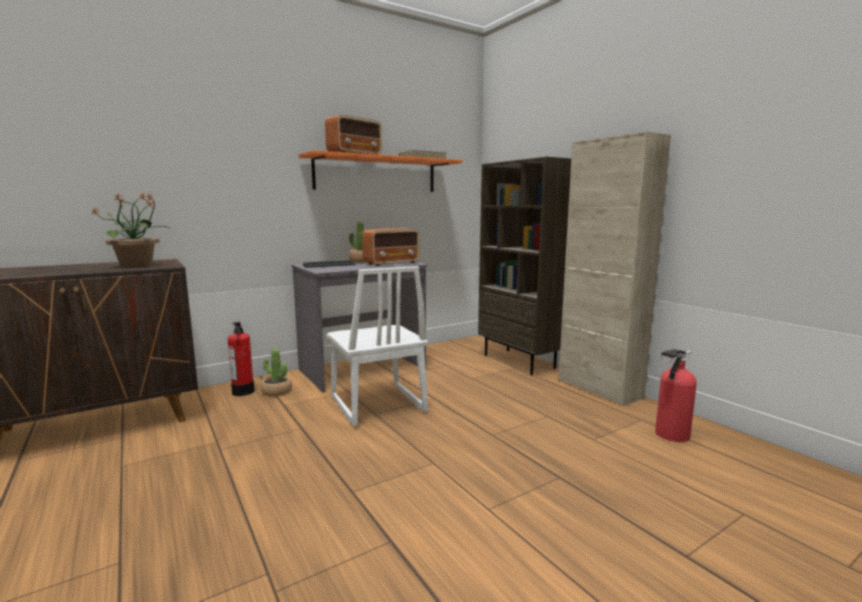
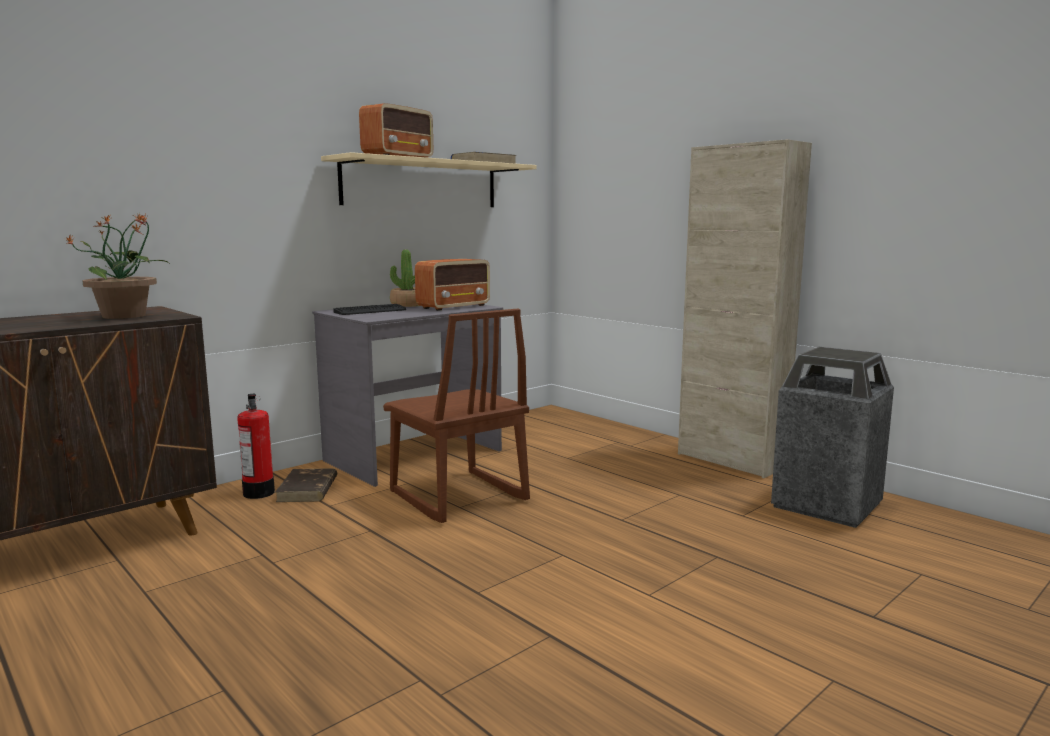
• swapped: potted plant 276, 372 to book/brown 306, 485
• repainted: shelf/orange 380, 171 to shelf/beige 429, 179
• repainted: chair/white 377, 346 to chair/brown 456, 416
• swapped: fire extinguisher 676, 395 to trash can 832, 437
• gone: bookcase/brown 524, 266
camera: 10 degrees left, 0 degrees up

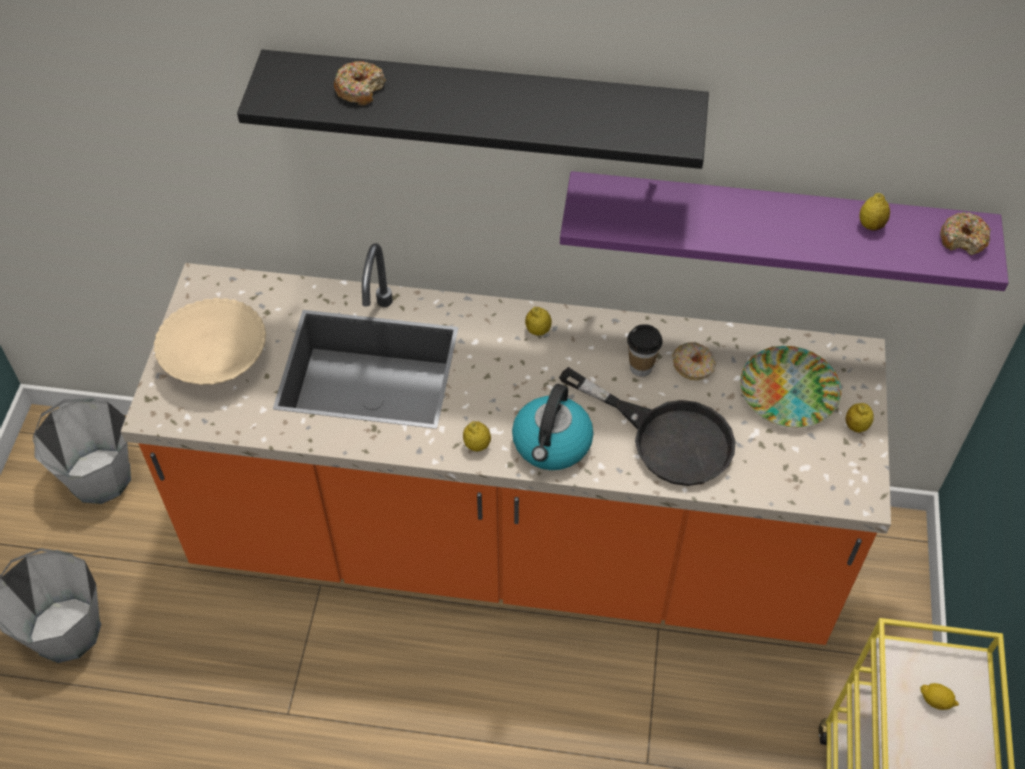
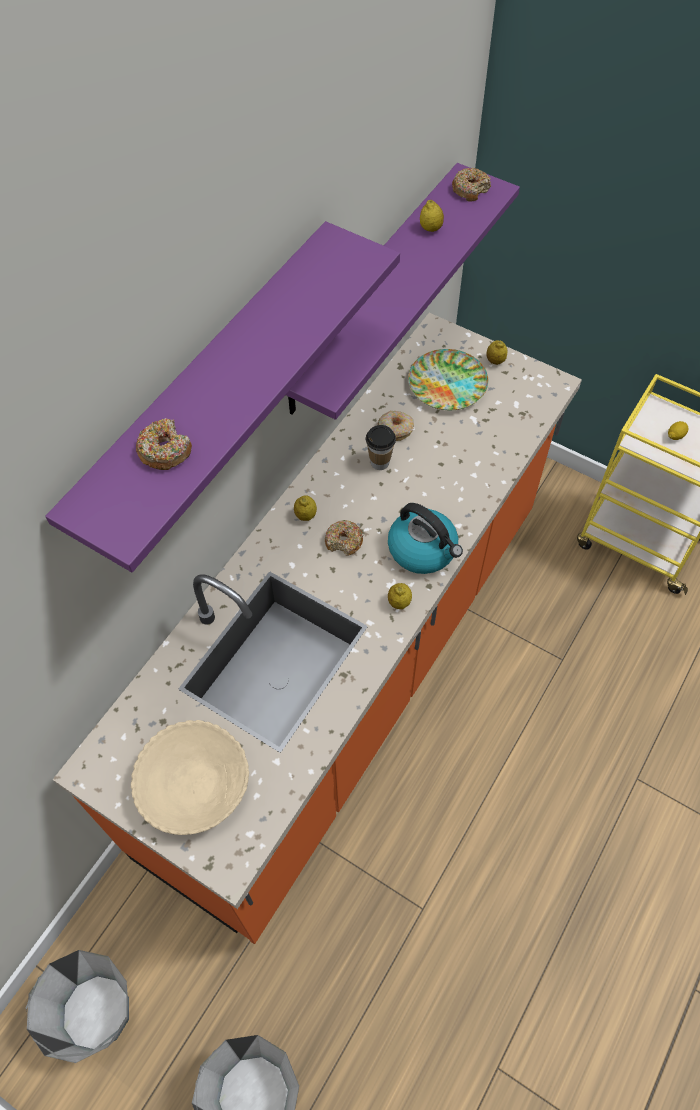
• repainted: shelf/black 473, 109 to shelf/purple 222, 396
• new: donut 344, 538
• gone: frying pan/black 647, 426
camera: 65 degrees left, 5 degrees up

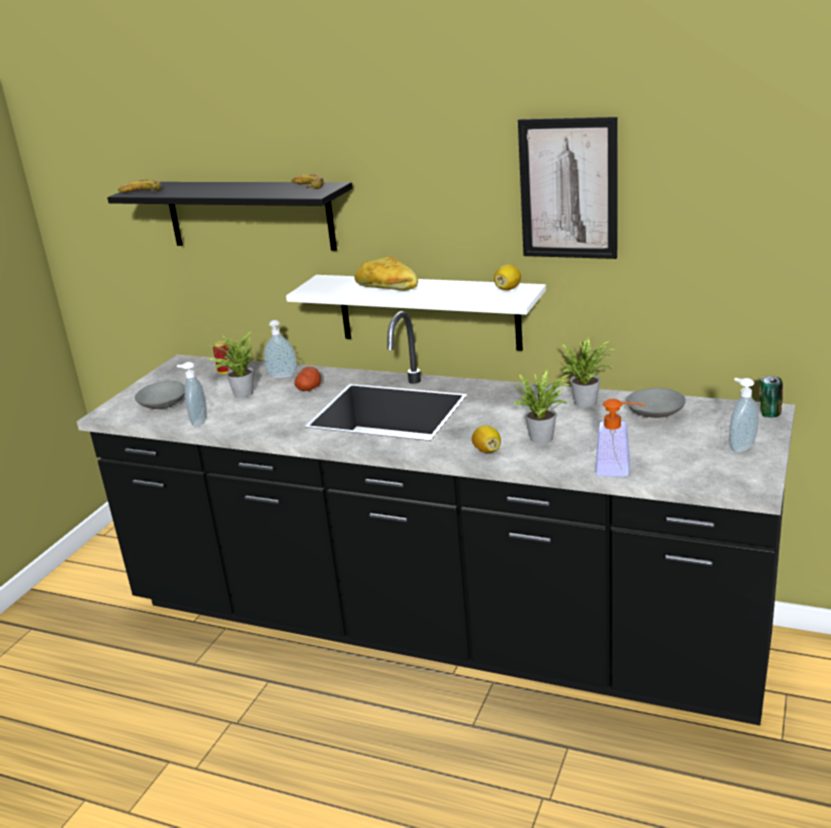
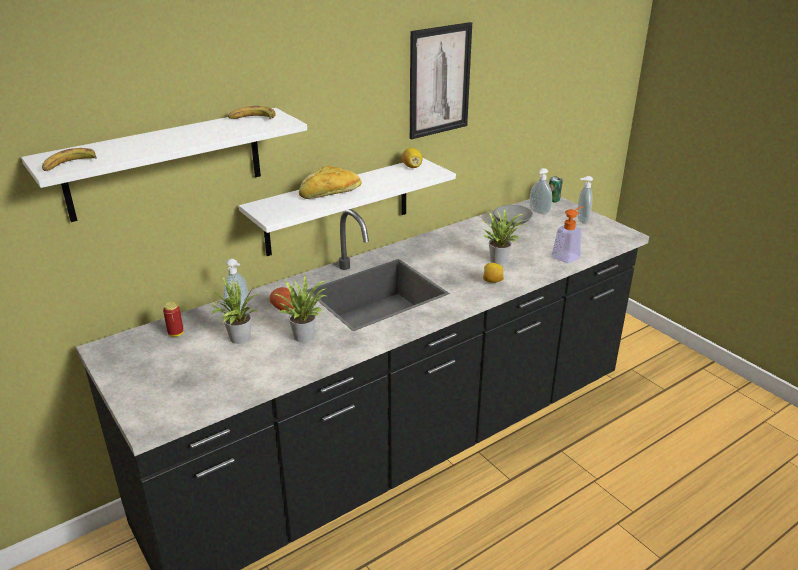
• repainted: shelf/black 229, 216 to shelf/white 164, 165
• shifted: potted plant 588, 373 to 300, 308
• shifted: soap dispenser 192, 394 to 540, 191
• gone: bowl/grey 160, 395
camera: 60 degrees left, 5 degrees up

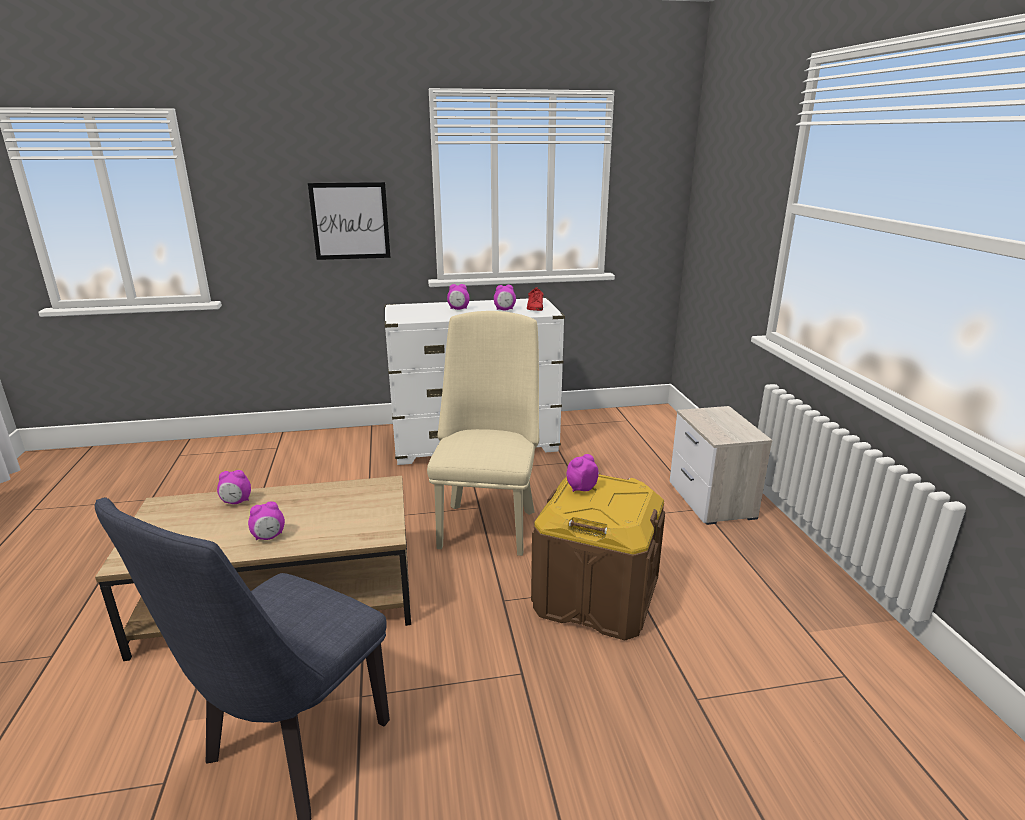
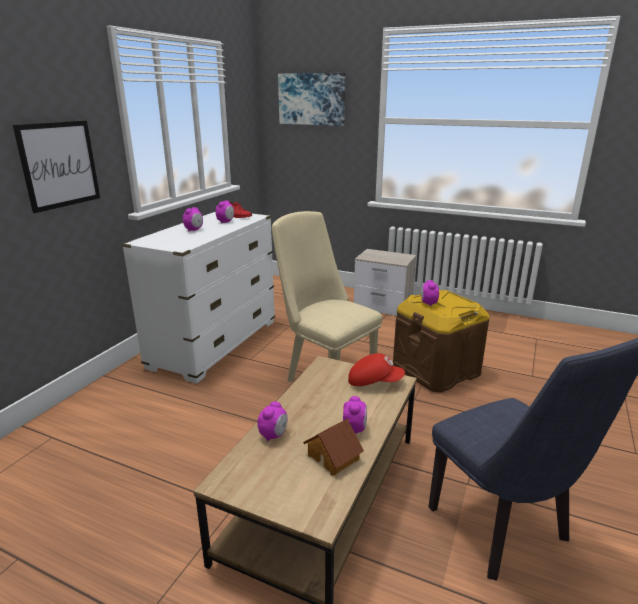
• new: picture 311, 99
• new: toy house 333, 447
• new: cap/red 376, 369
camera: 55 degrees left, 0 degrees up

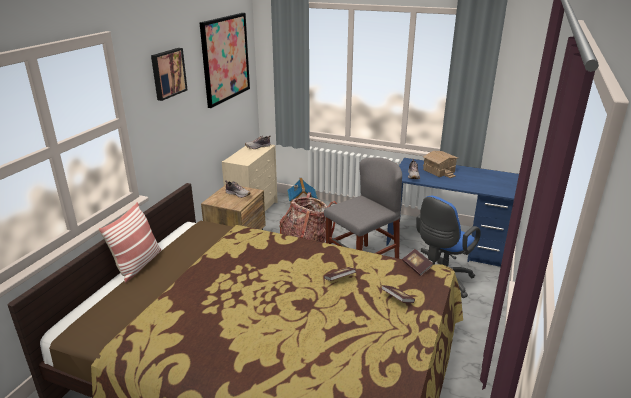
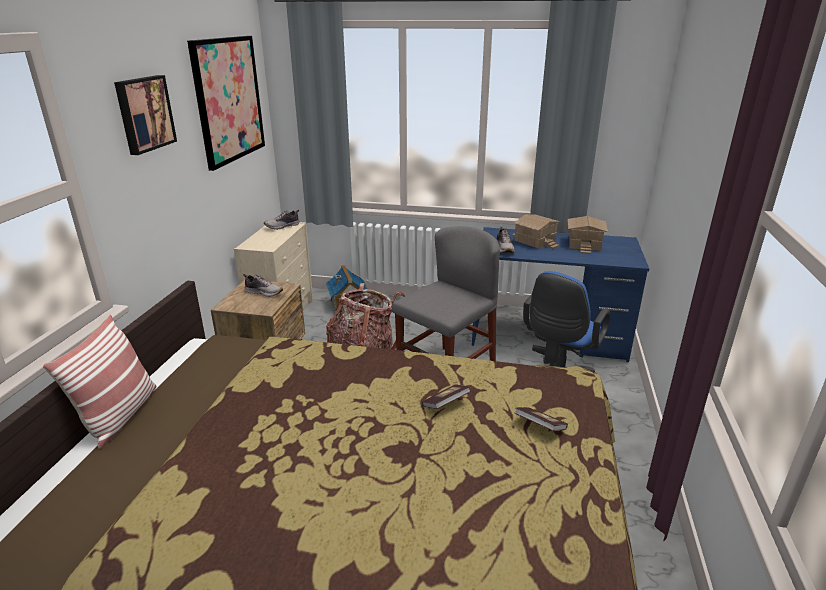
• new: toy house 588, 235
• gone: book 417, 262
camera: 10 degrees left, 0 degrees up

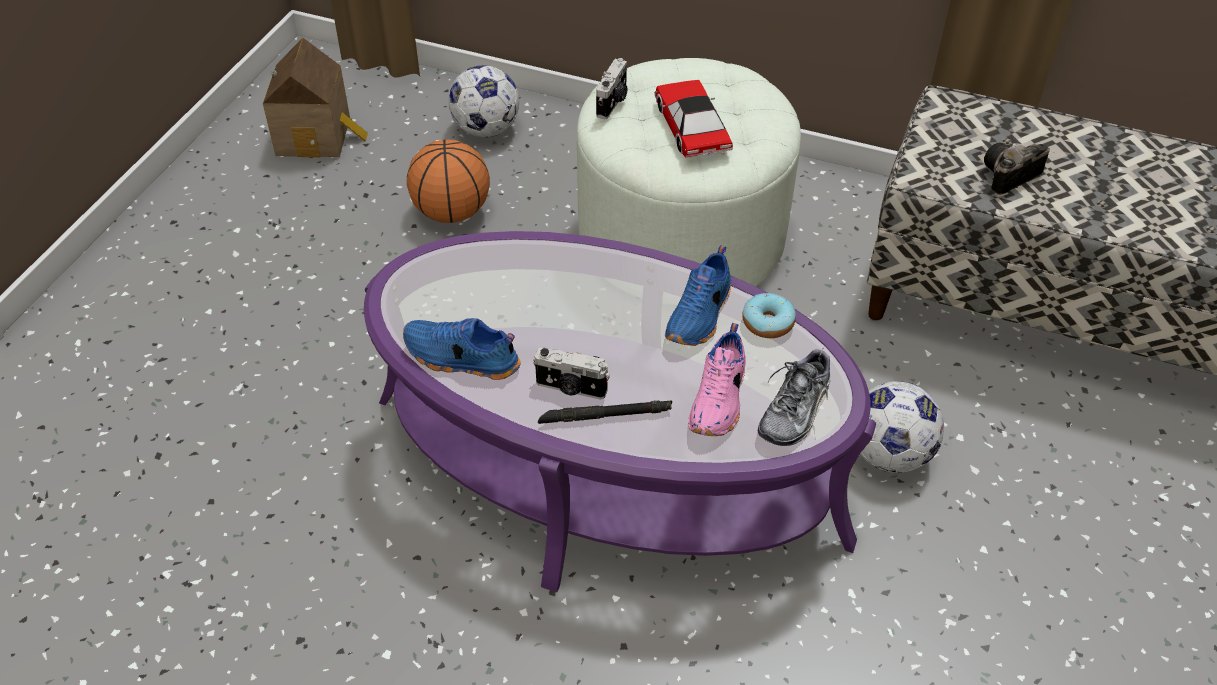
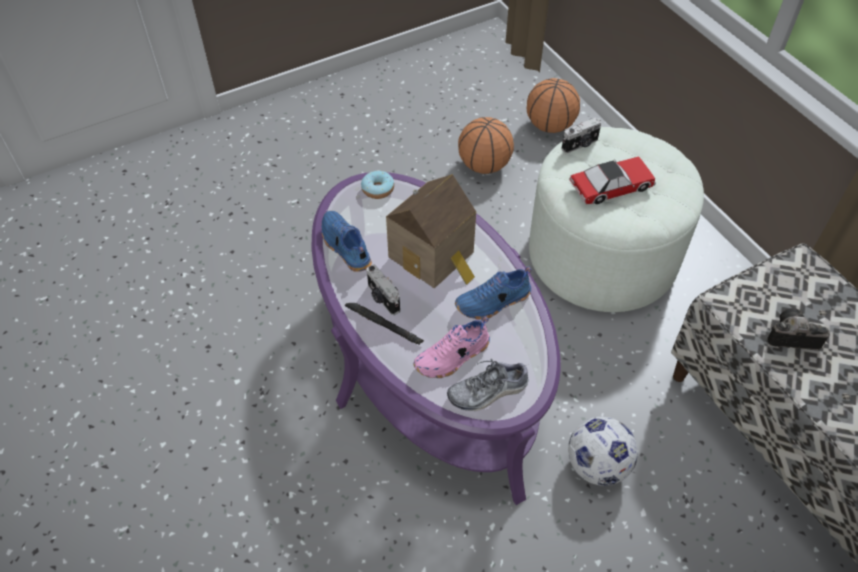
• shifted: donut 769, 315 to 377, 185
• shifted: toy house 315, 97 to 431, 231
• swapped: football 483, 101 to basketball 553, 105
• rotated: toy car 693, 119 = 612, 180 45 degrees clockwise
camera: 40 degrees right, 5 degrees up

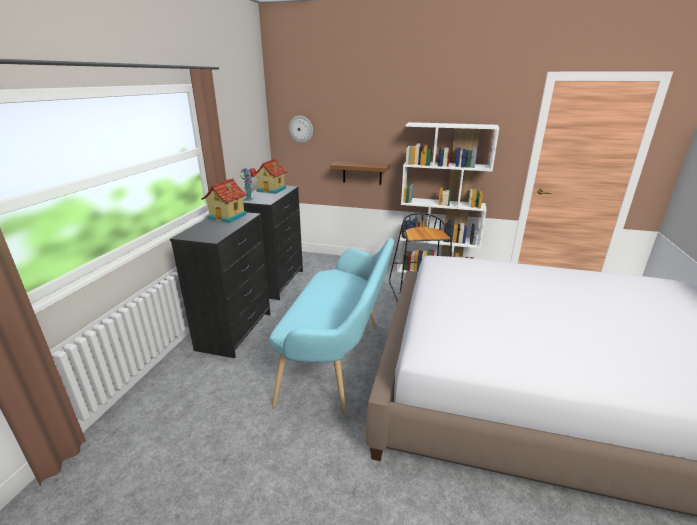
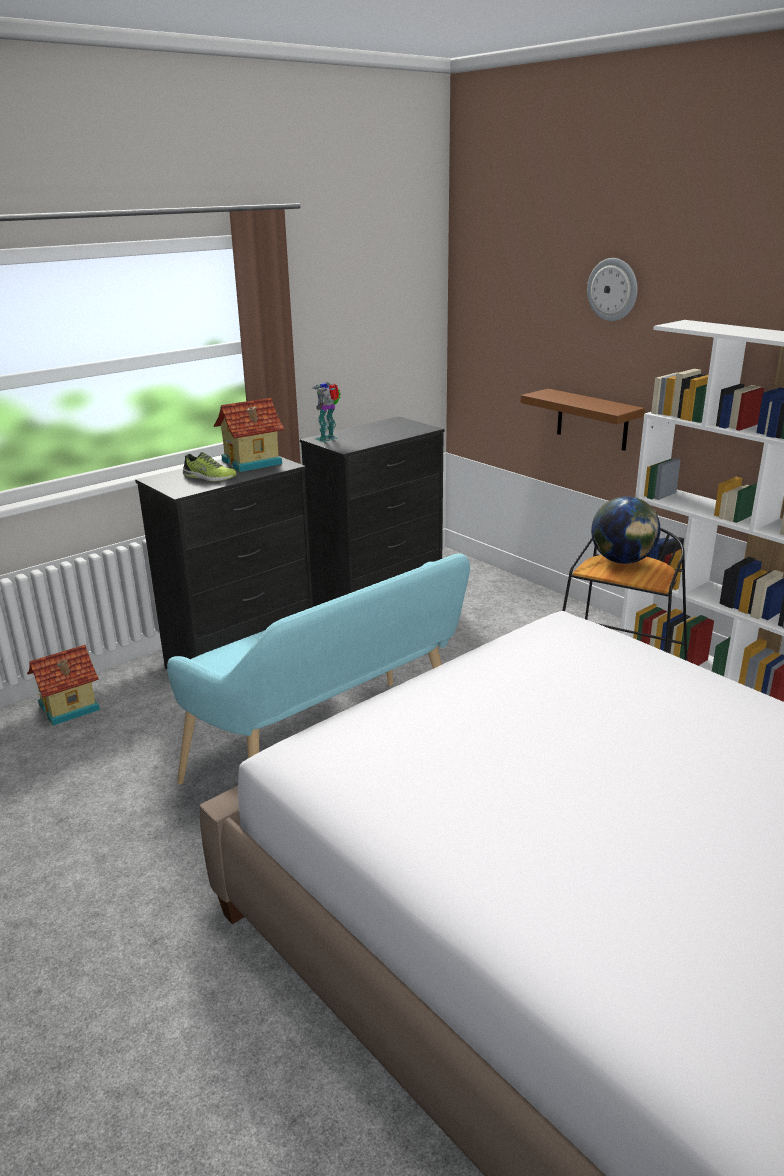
• shifted: toy house 272, 176 to 63, 685
• new: shoe 210, 467
• shifted: wall clock 300, 129 to 612, 289
• new: globe 625, 530
camera: 35 degrees right, 0 degrees up

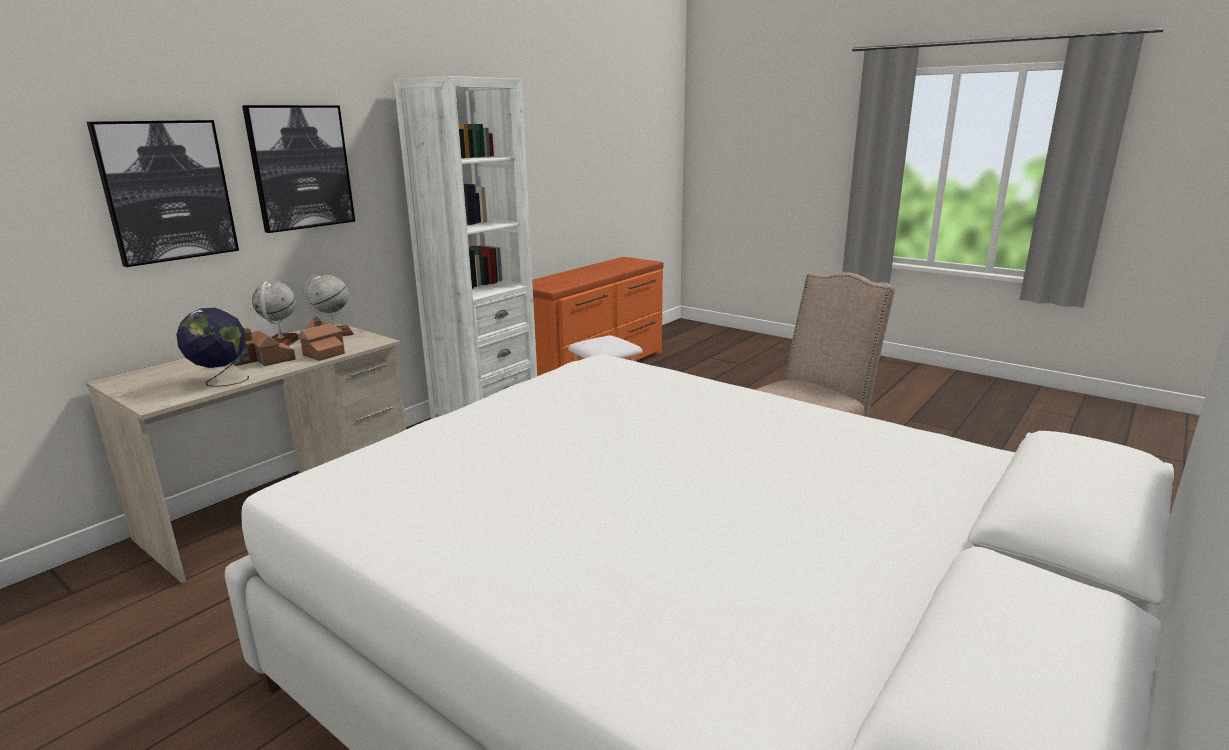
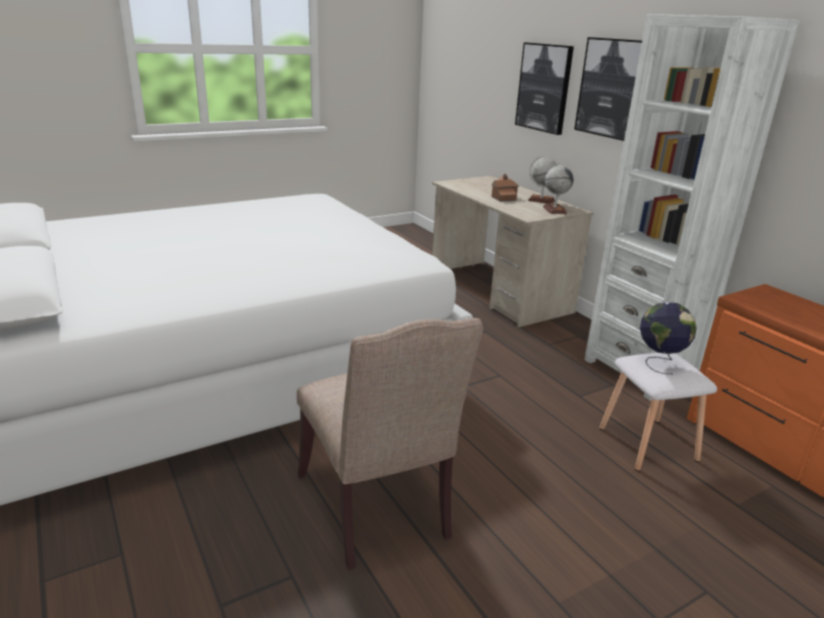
• shifted: globe 212, 347 to 668, 338
• gone: toy house 321, 339
camera: 110 degrees right, 5 degrees up

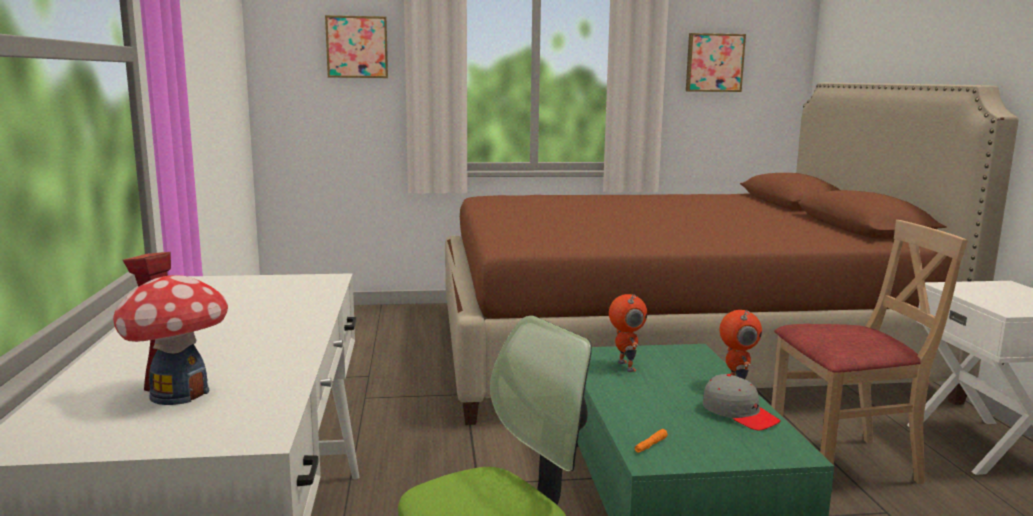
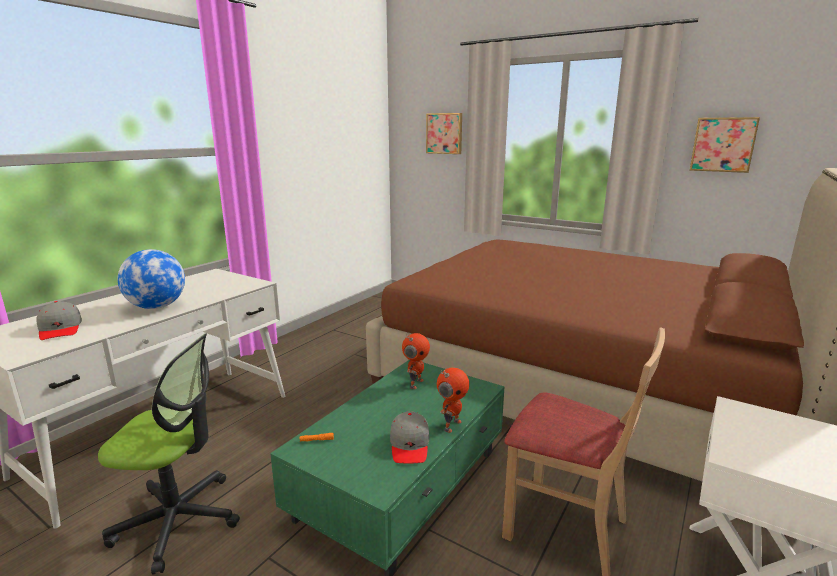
• swapped: toy house 170, 328 to cap/grey 59, 320
• new: globe 151, 279
camera: 40 degrees right, 5 degrees up

